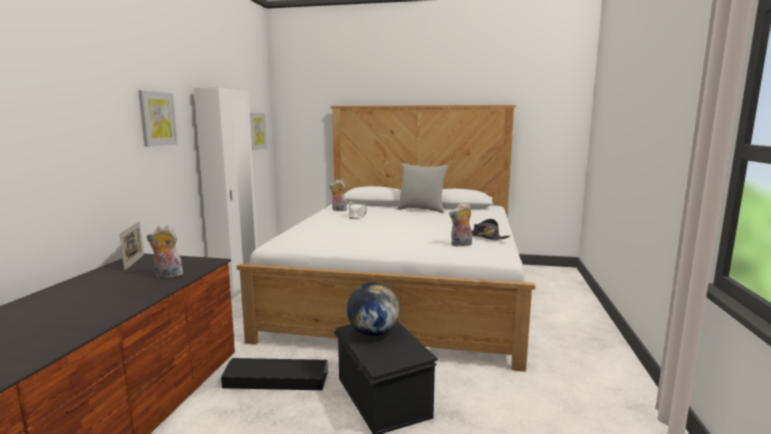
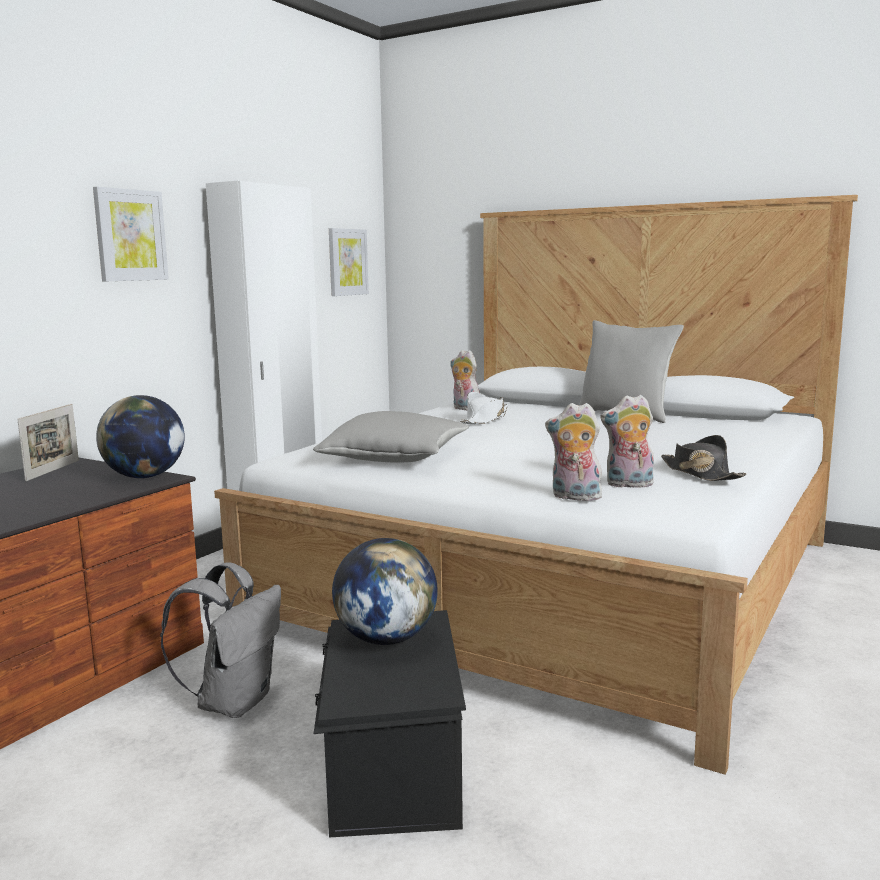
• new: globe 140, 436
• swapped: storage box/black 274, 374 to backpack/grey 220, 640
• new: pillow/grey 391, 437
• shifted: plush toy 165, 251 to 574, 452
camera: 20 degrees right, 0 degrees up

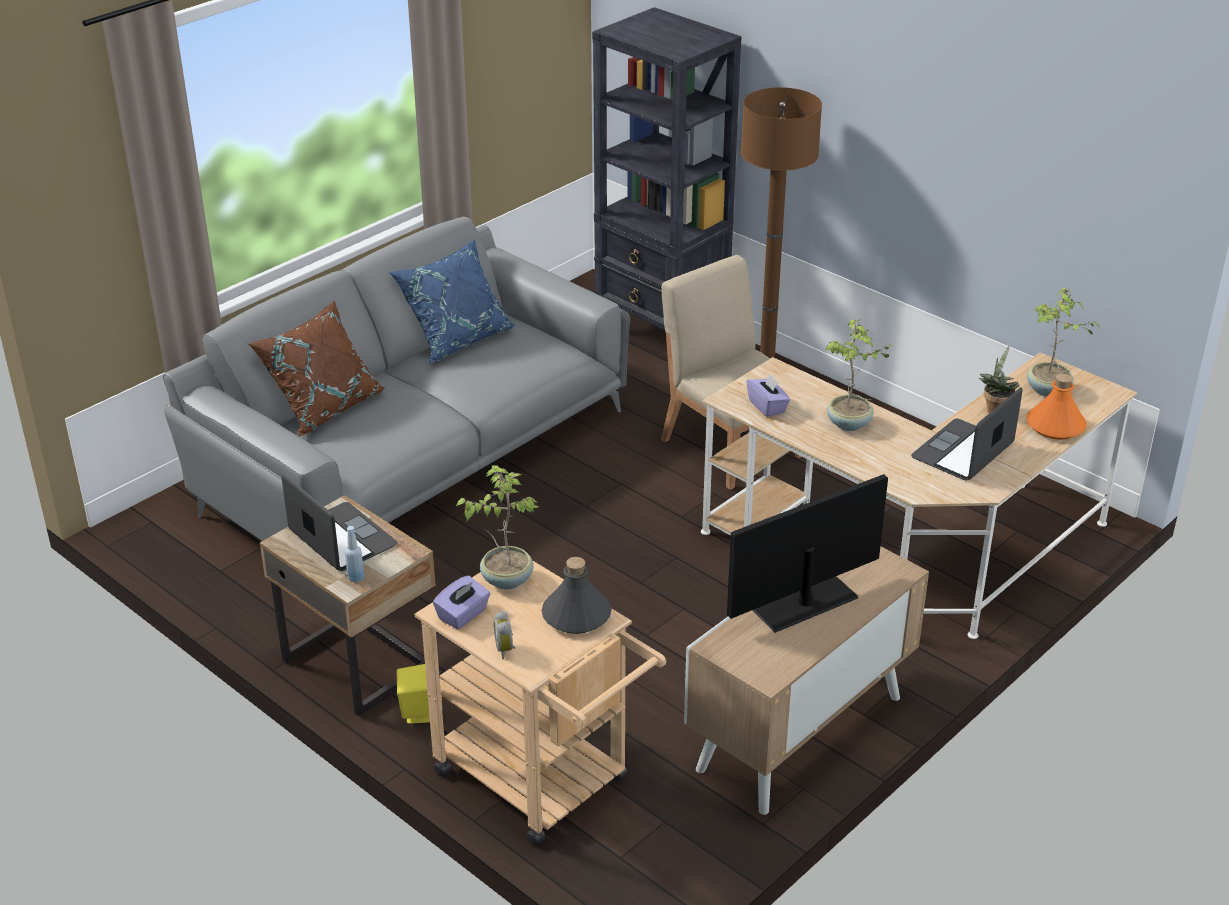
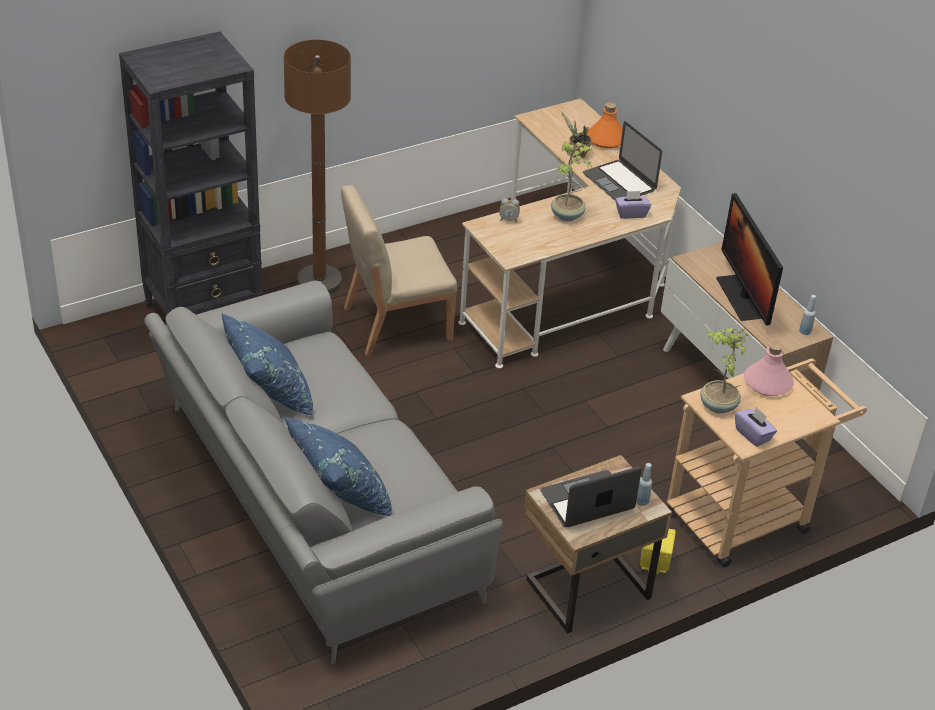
• repainted: pillow/brown 316, 369 to pillow/blue 338, 466
• shifted: alarm clock 504, 635 to 509, 210
• shifted: tissue box/purple 768, 395 to 633, 205
• repainted: bottle/grey 577, 595 to bottle/pink 769, 368
• new: bottle/blue 807, 315
• gone: potted plant 1063, 342
camera: 75 degrees left, 5 degrees up

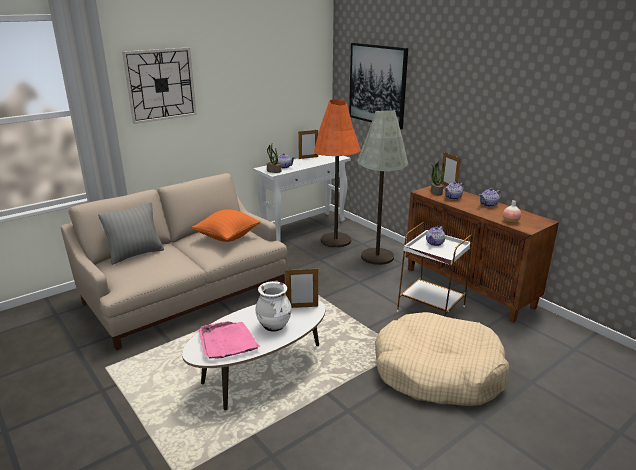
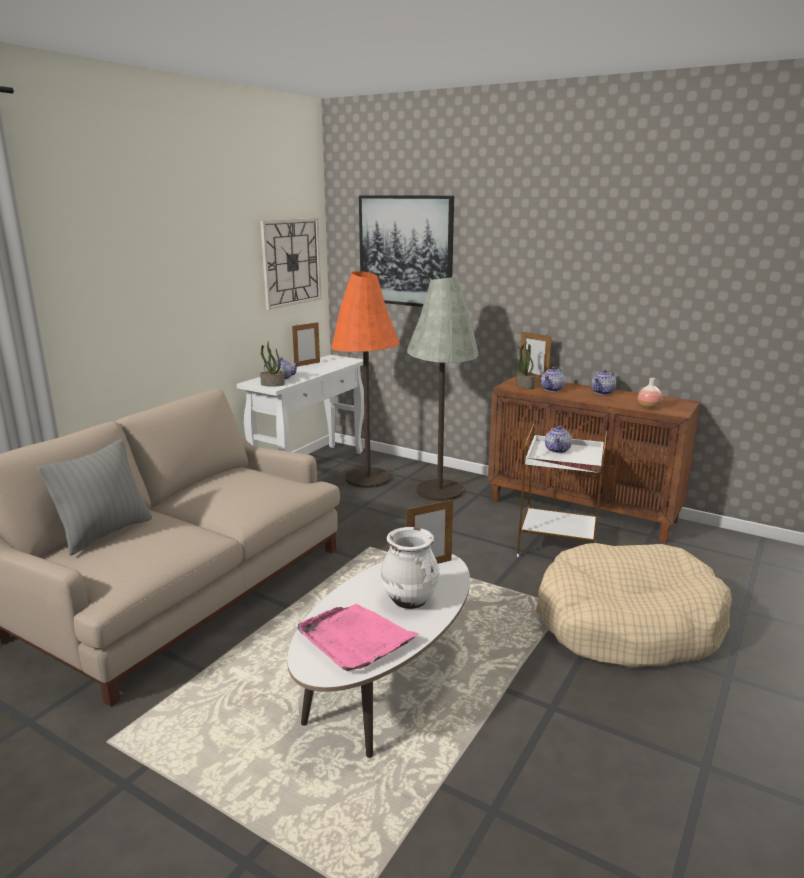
• shifted: wall clock 159, 85 to 290, 264
• gone: pillow/orange 226, 225
camera: 20 degrees left, 5 degrees down

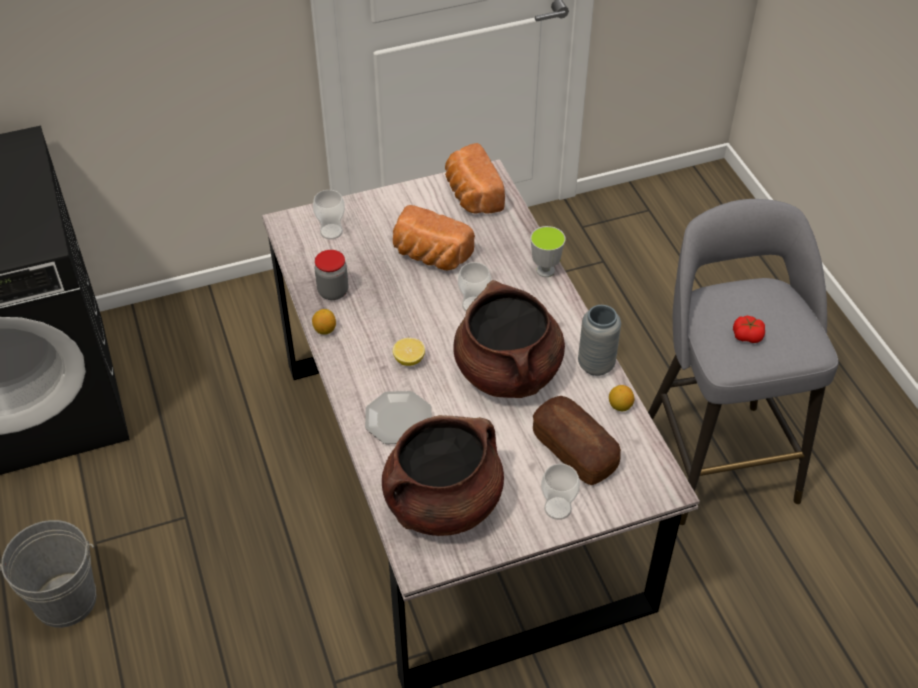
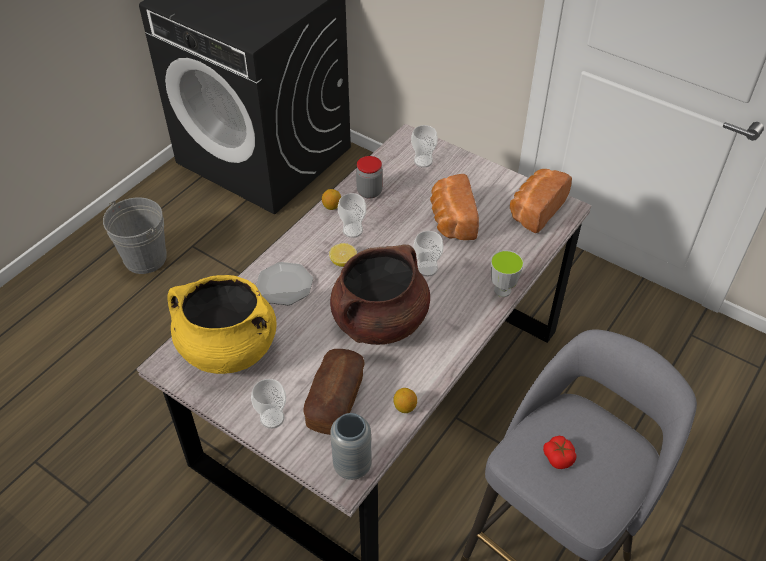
• repainted: cooking pot/brown 443, 475 to cooking pot/yellow 221, 324
• shifted: vase/grey 599, 340 to 351, 446
• new: cup 352, 215
camera: 55 degrees right, 0 degrees up

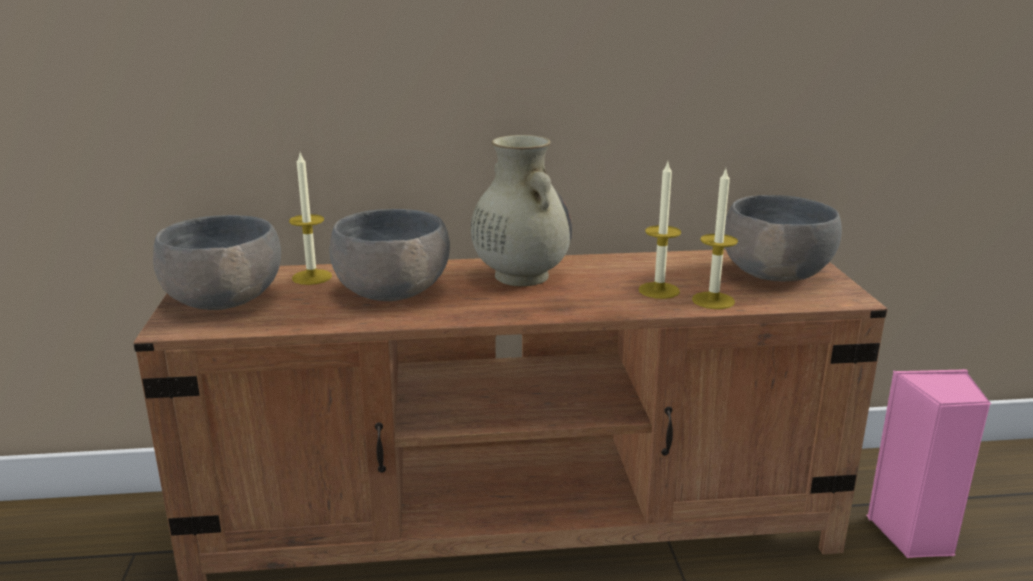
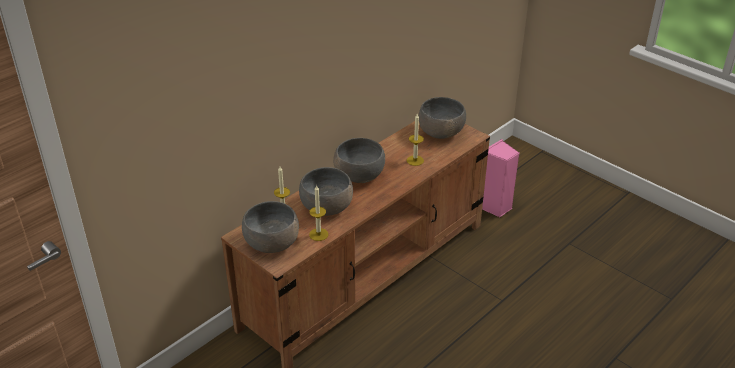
• shifted: candle 715, 239 to 318, 213
• swapped: vase/beige 521, 210 to bowl/grey 359, 160
camera: 40 degrees left, 15 degrees up

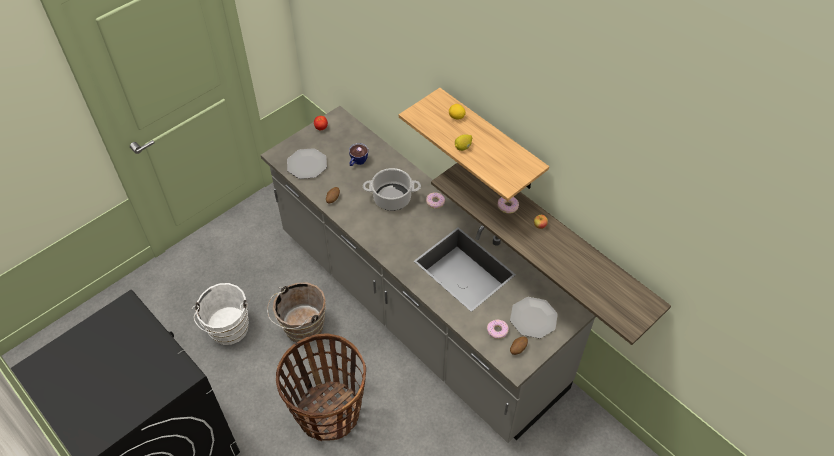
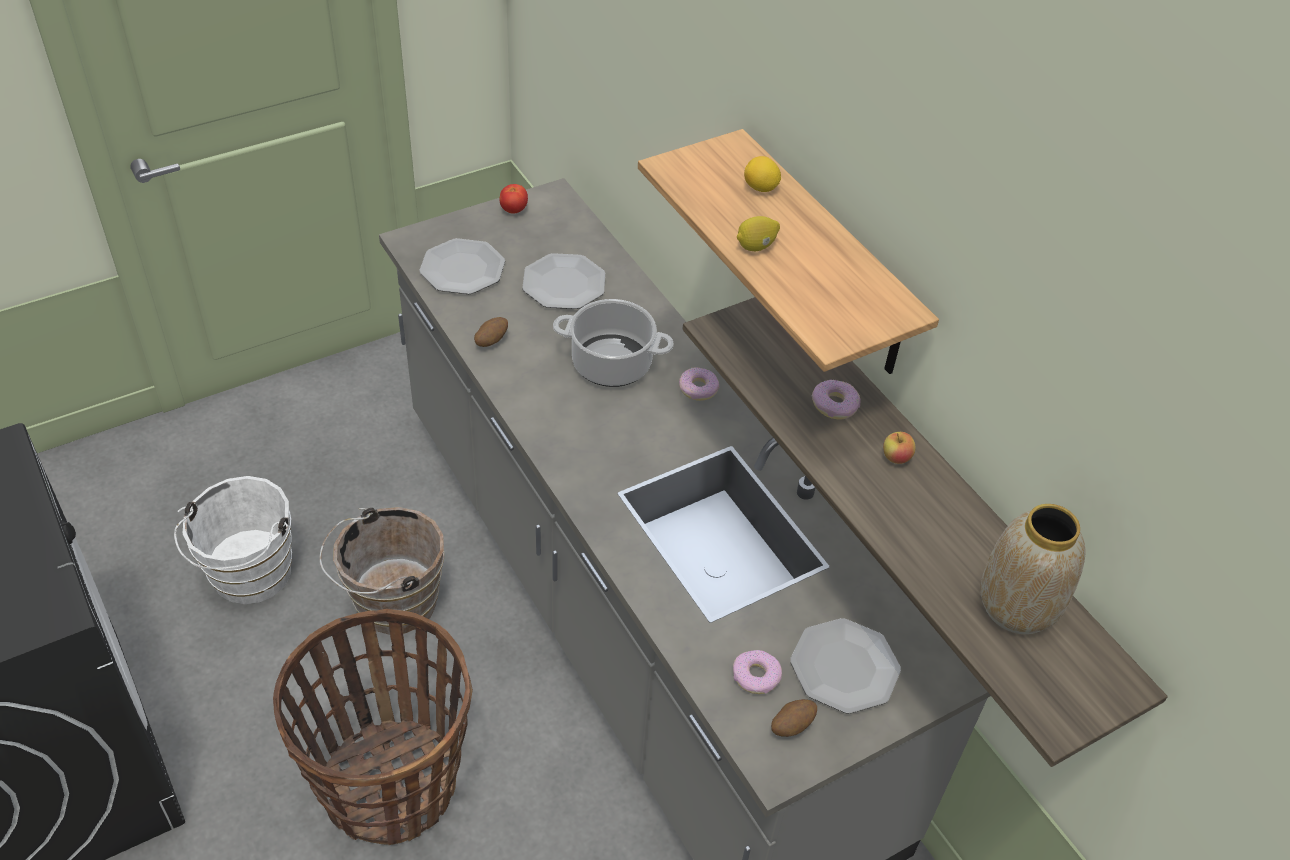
• swapped: cup 358, 154 to plate 563, 281
• new: vase 1033, 569
camera: 10 degrees right, 5 degrees down

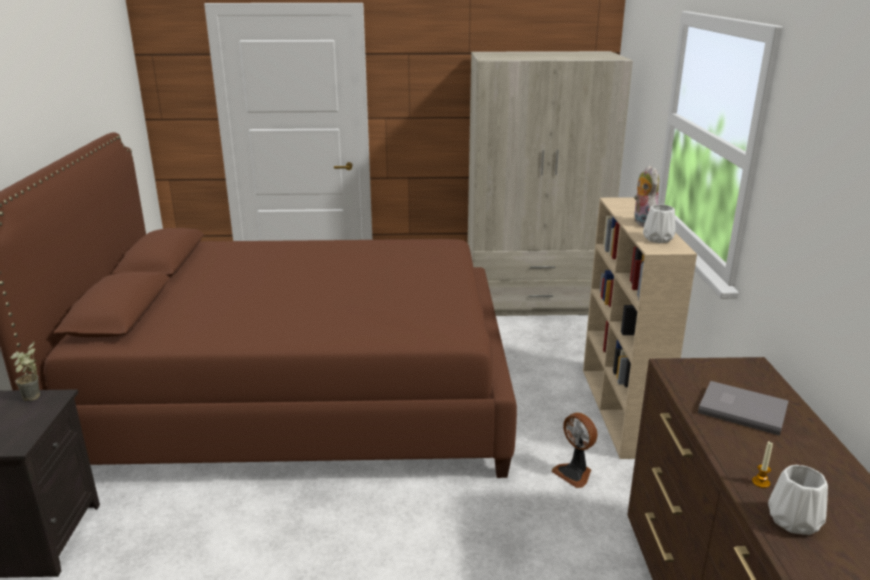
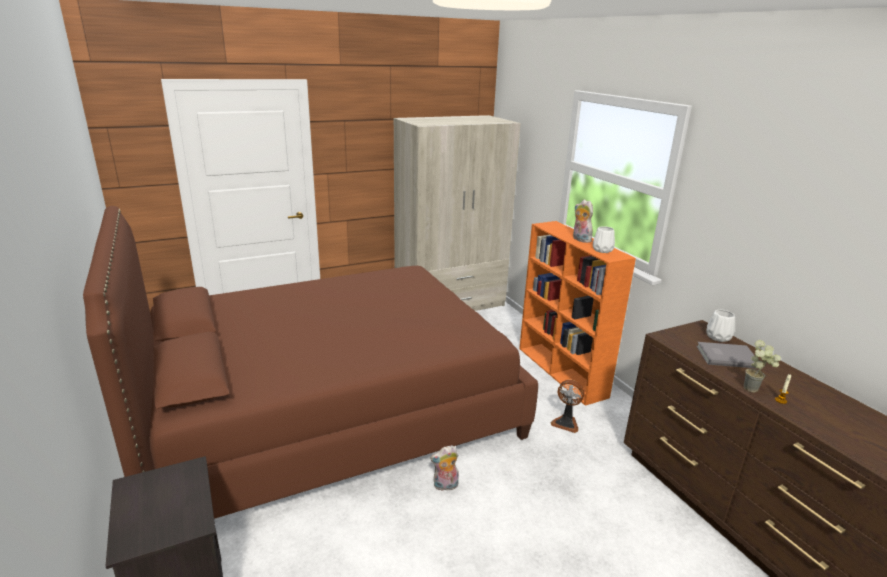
• new: plush toy 444, 468
• repainted: bookcase/beige 640, 328 to bookcase/orange 577, 313
• shifted: vase/white 798, 500 to 720, 326
• shifted: potted plant 25, 371 to 762, 366
camera: 25 degrees left, 0 degrees up

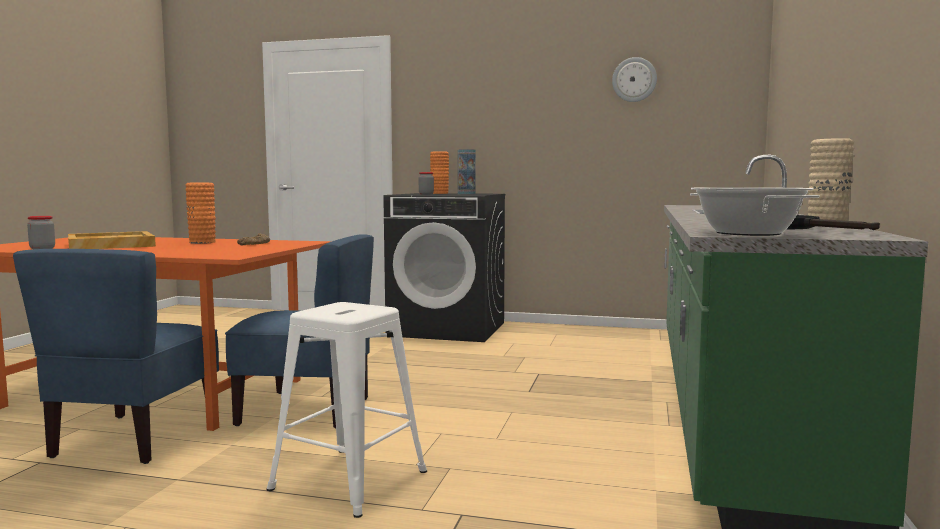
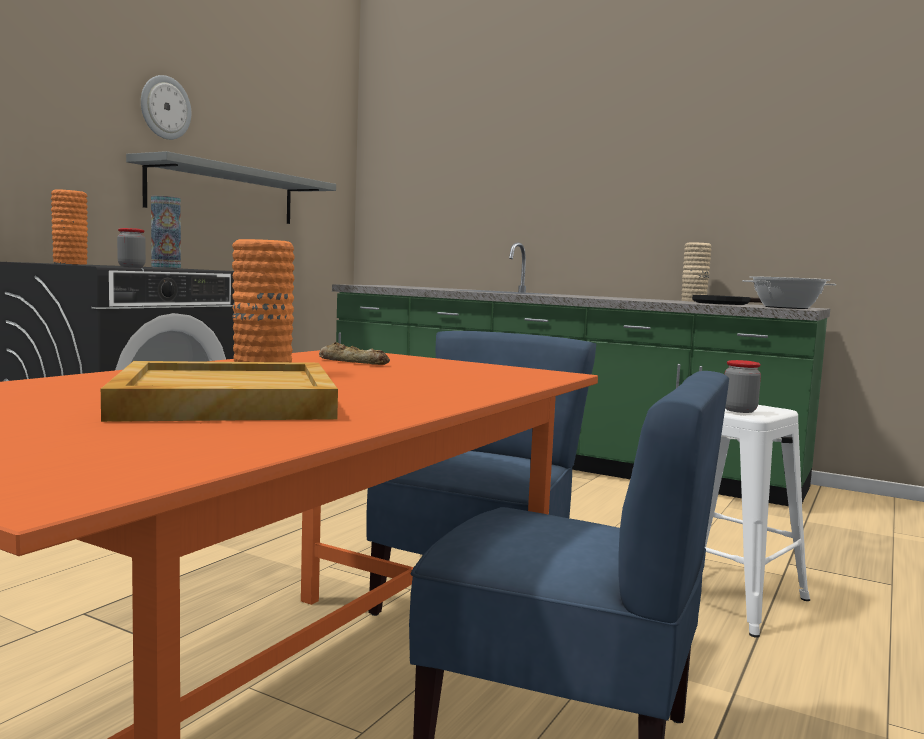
• new: shelf/grey 231, 187
• shifted: wall clock 634, 79 to 166, 107
• shifted: jar 41, 232 to 742, 386
camera: 75 degrees left, 0 degrees up

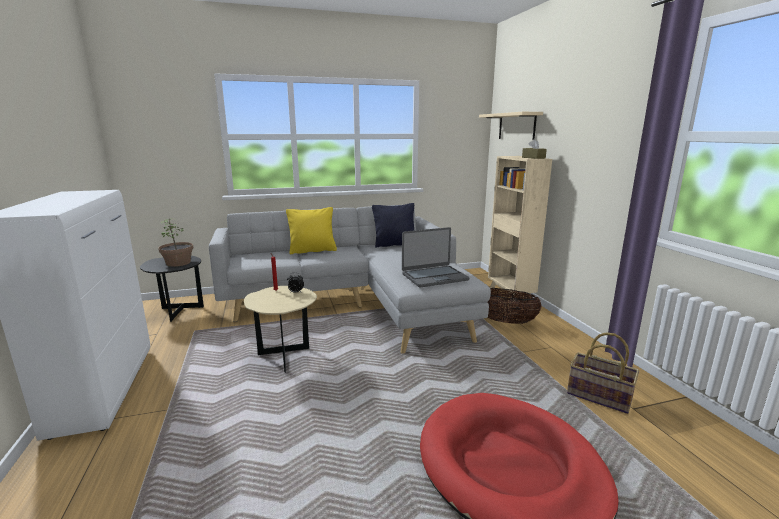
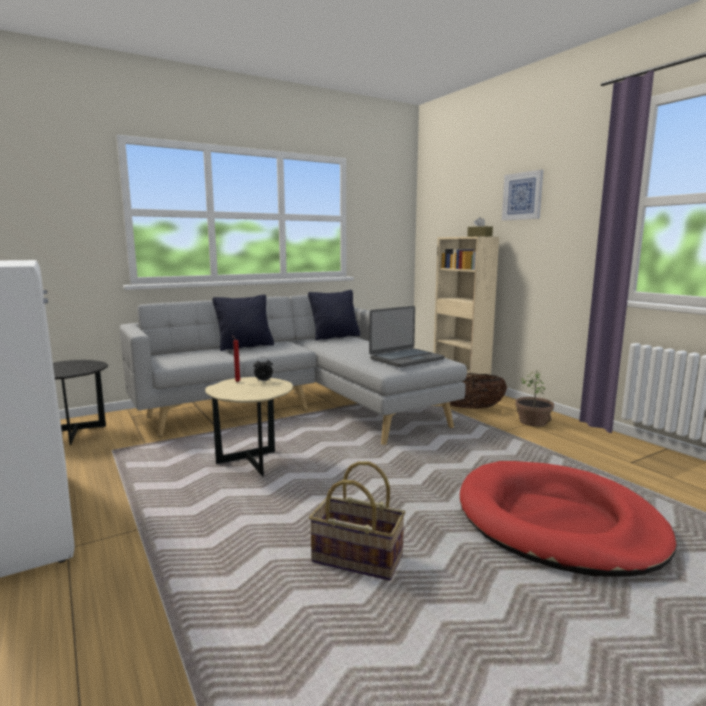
• repainted: pillow/yellow 311, 230 to pillow/black 243, 322
• shifted: basket 603, 373 to 357, 521
• new: picture 522, 195
• shifted: potted plant 175, 243 to 534, 399
• gone: shelf/beige 511, 126
camera: 15 degrees left, 5 degrees down

